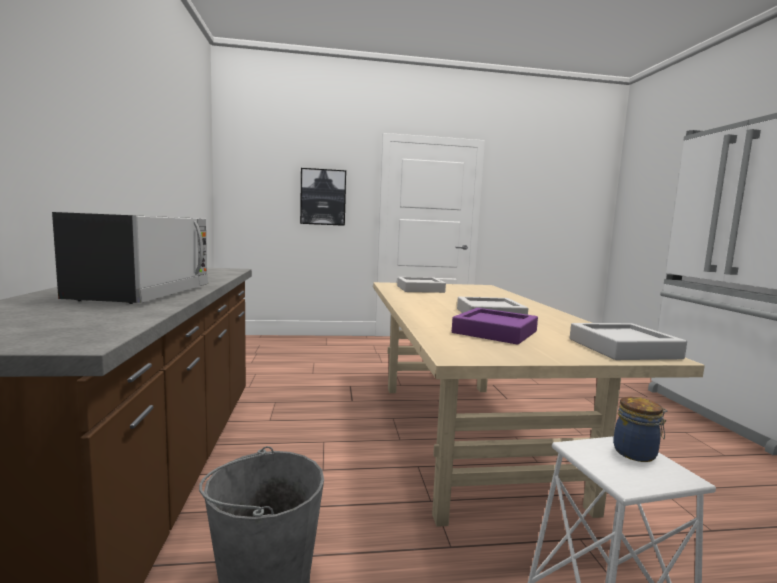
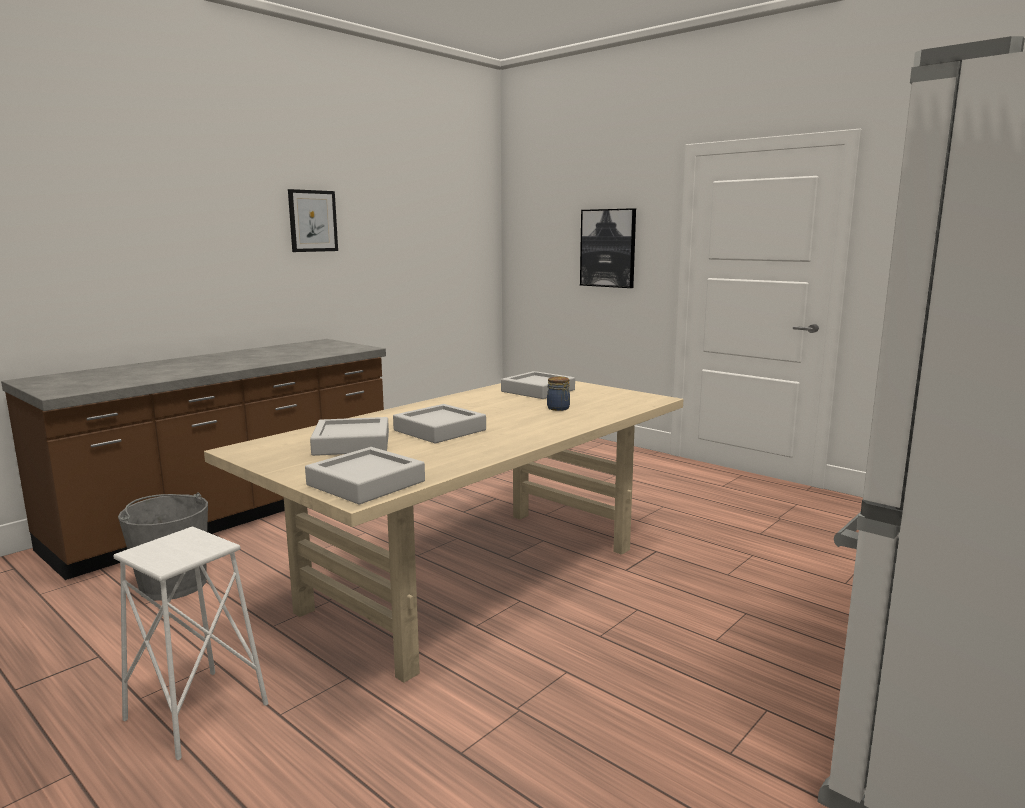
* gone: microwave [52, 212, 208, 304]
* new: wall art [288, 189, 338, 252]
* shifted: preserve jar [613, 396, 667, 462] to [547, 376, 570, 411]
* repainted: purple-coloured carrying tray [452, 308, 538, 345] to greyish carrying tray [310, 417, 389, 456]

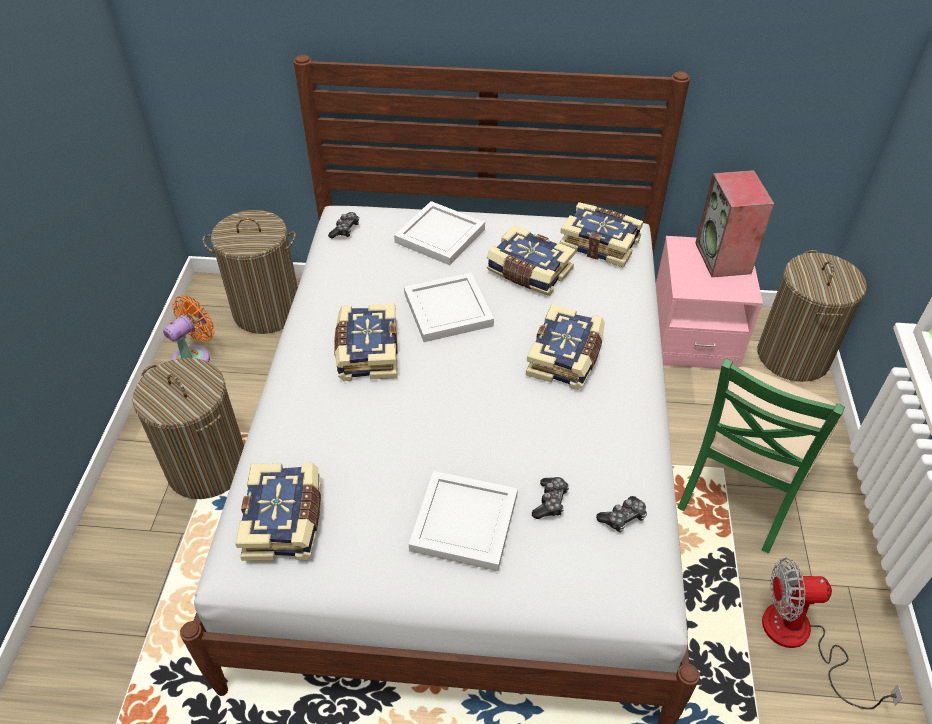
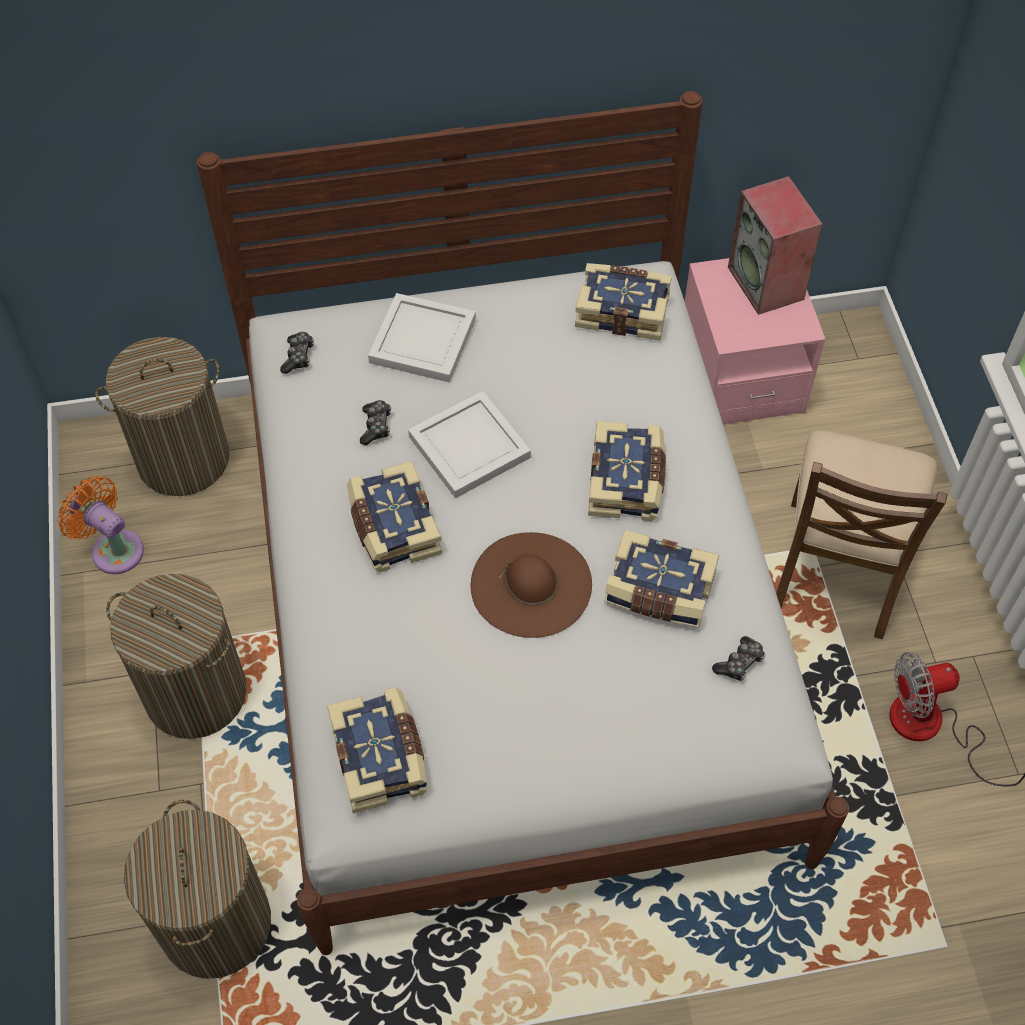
* gone: white-coloured carrying tray [409, 471, 518, 571]
* new: brownish clothing hat [471, 532, 592, 638]
* shifted: book [487, 225, 576, 296] to [604, 530, 719, 627]
* shifted: game controller [532, 477, 569, 519] to [360, 400, 391, 445]
* shifted: washing basket [757, 250, 867, 382] to [124, 800, 271, 979]
* repainted: green-coloured plain chair [678, 358, 845, 554] to brownish plain chair [776, 430, 948, 639]
* rotated: orange fan [163, 295, 215, 362] = [57, 476, 144, 574] 75 degrees counterclockwise

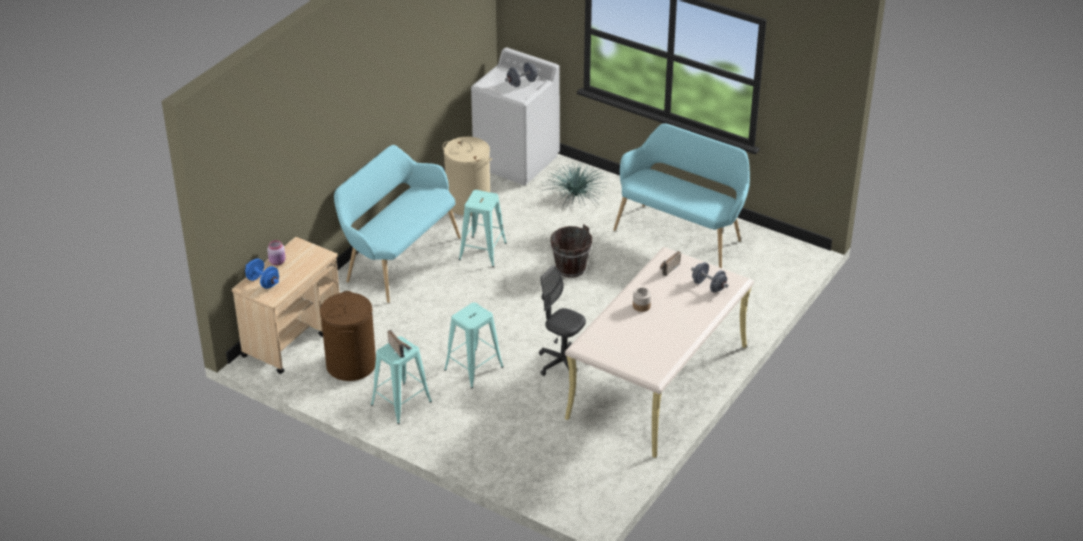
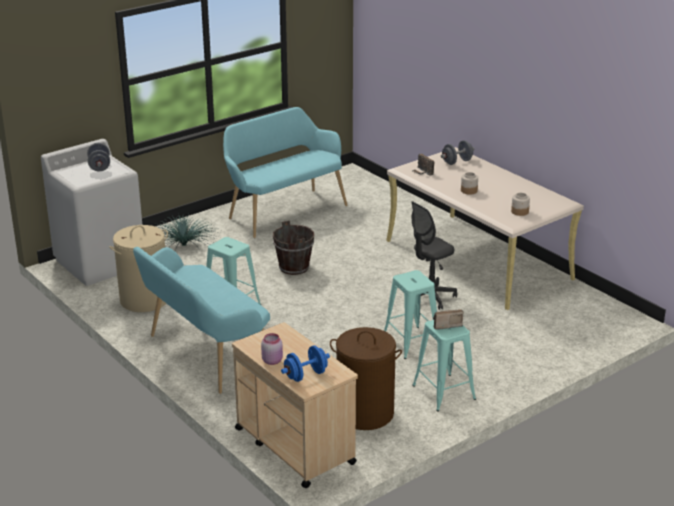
* new: preserve jar [511, 193, 530, 216]

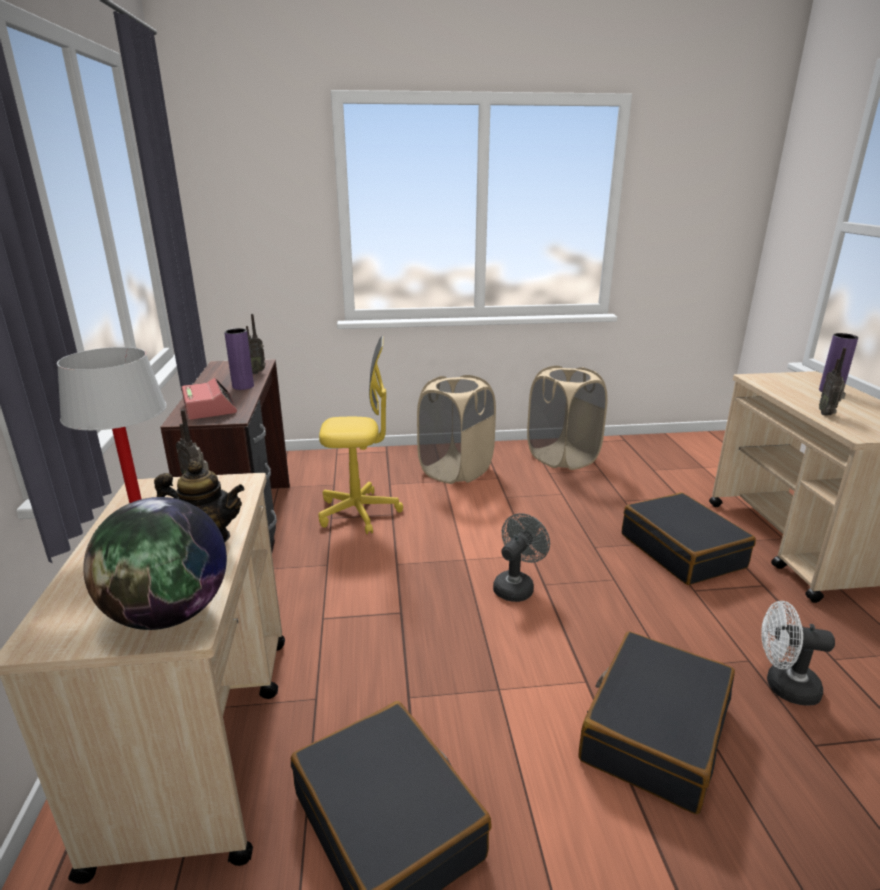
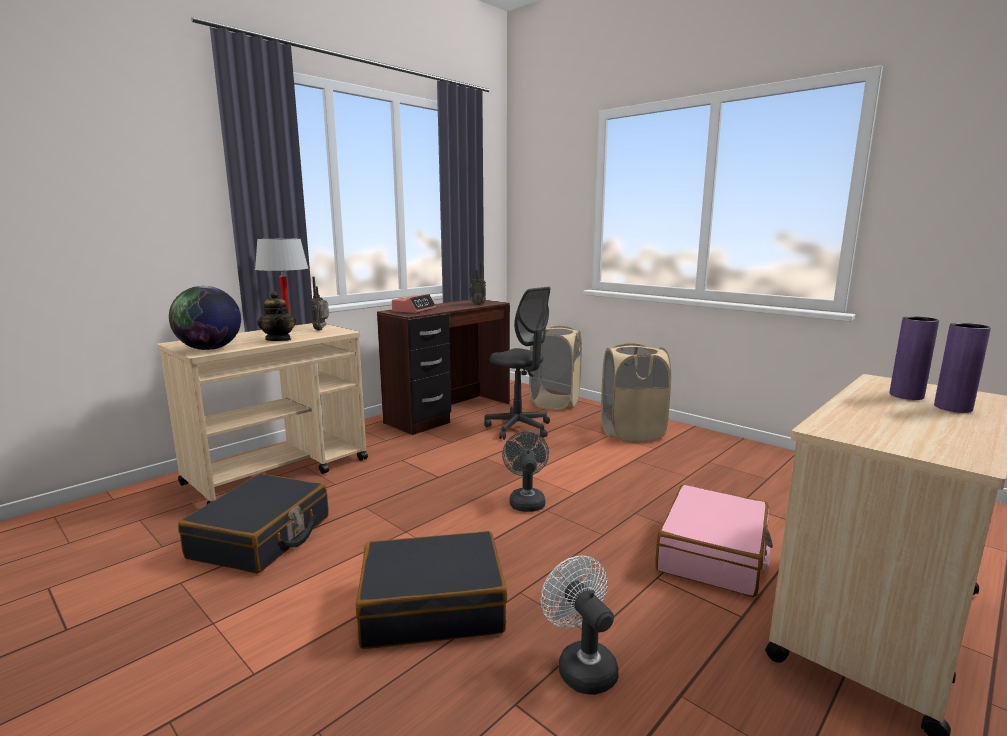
* gone: radio [819, 348, 846, 416]
* shifted: purple-coloured decorative vase [224, 328, 254, 390] to [889, 316, 939, 400]
* shifted: beige washing basket [527, 366, 608, 470] to [529, 326, 582, 410]
* repainted: yellowish office chair [318, 336, 403, 534] to greyish office chair [484, 287, 550, 440]
* repainted: black-coloured piece of luggage [622, 492, 756, 585] to pinkish piece of luggage [655, 485, 772, 597]
* rotated: greyish fan [493, 513, 550, 602] = [502, 431, 549, 512] 90 degrees counterclockwise

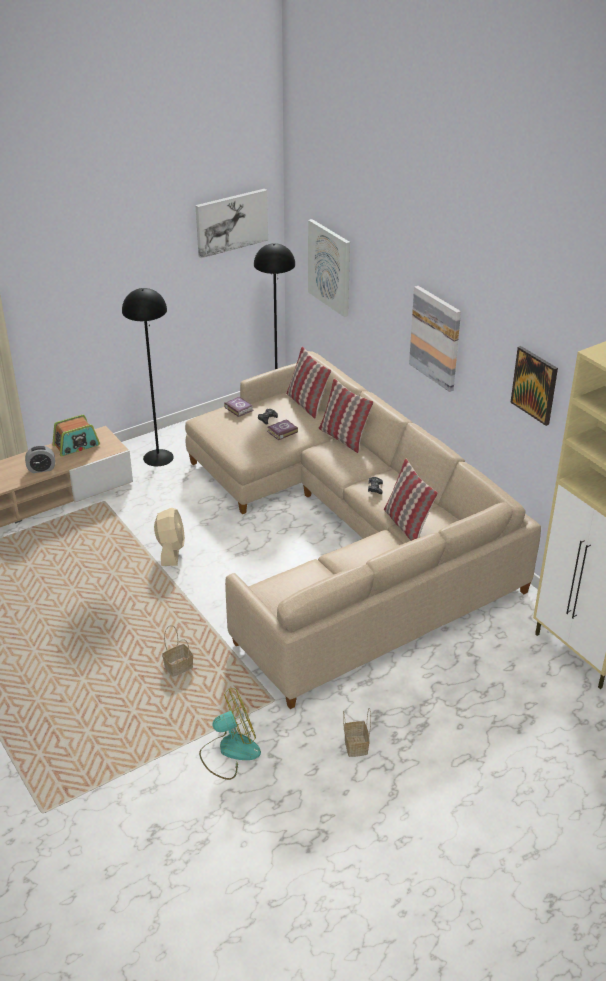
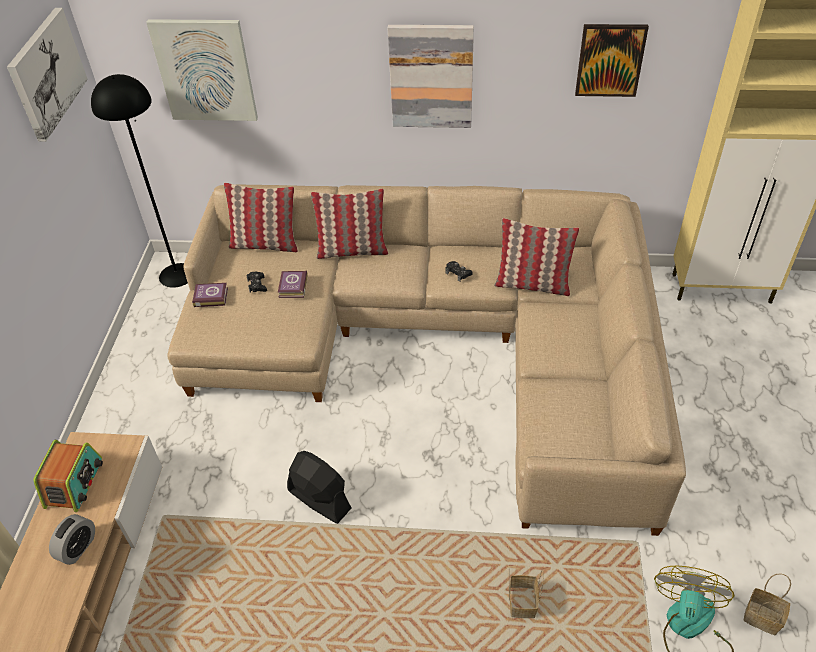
* gone: black-coloured floor lamp [122, 288, 174, 466]
* shifted: household basket [343, 708, 371, 757] to [744, 573, 791, 635]
* repainted: beige fan [154, 508, 185, 566] to black-coloured fan [287, 451, 352, 524]

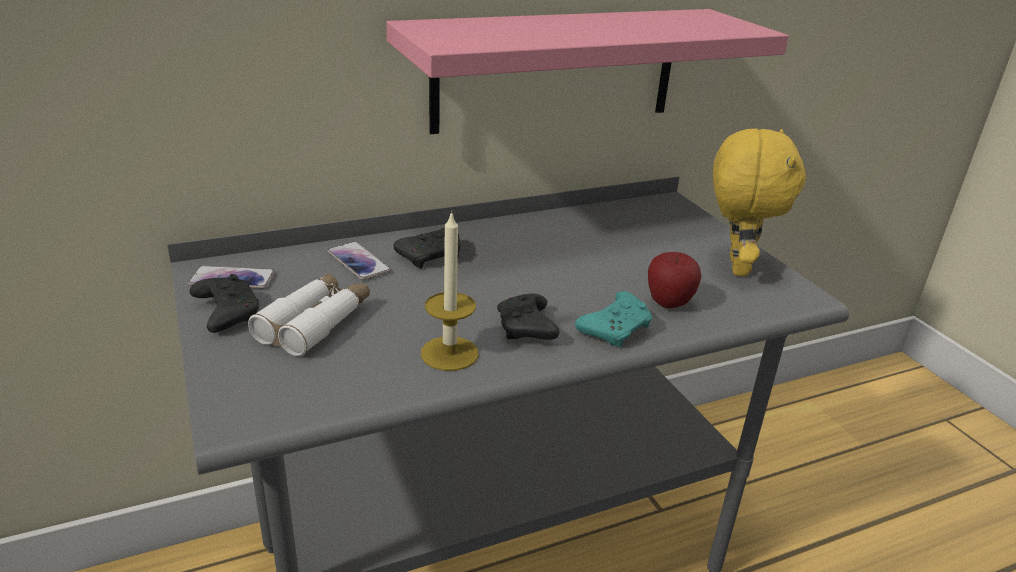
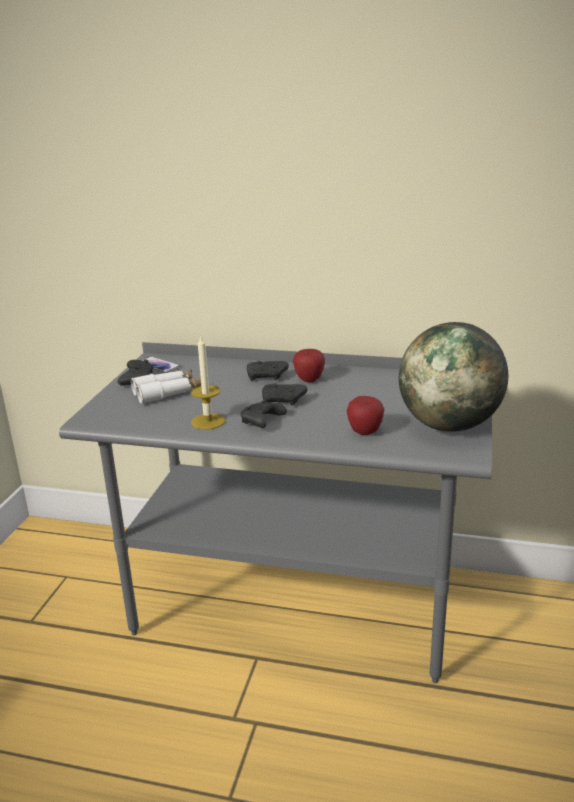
* gone: handset [327, 242, 391, 280]
* gone: pinkish bracket shelf [386, 9, 789, 134]
* gone: turquoise-coloured game controller [575, 291, 652, 347]
* new: black-coloured game controller [262, 383, 307, 406]
* new: apple [293, 349, 325, 382]
* swapped: yellowish cuddly toy [713, 129, 806, 276] to globe [399, 322, 508, 432]

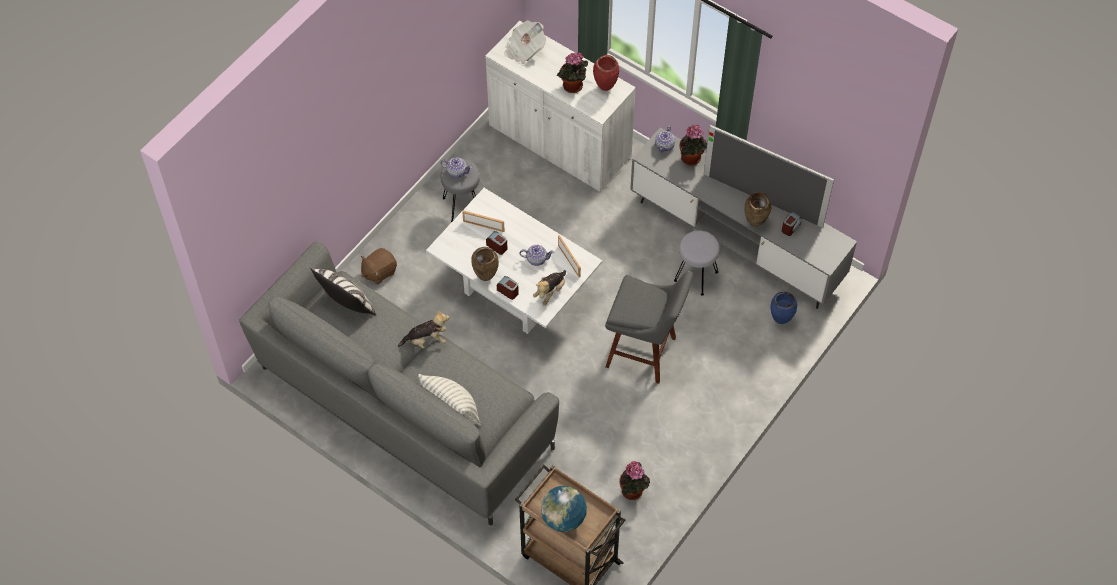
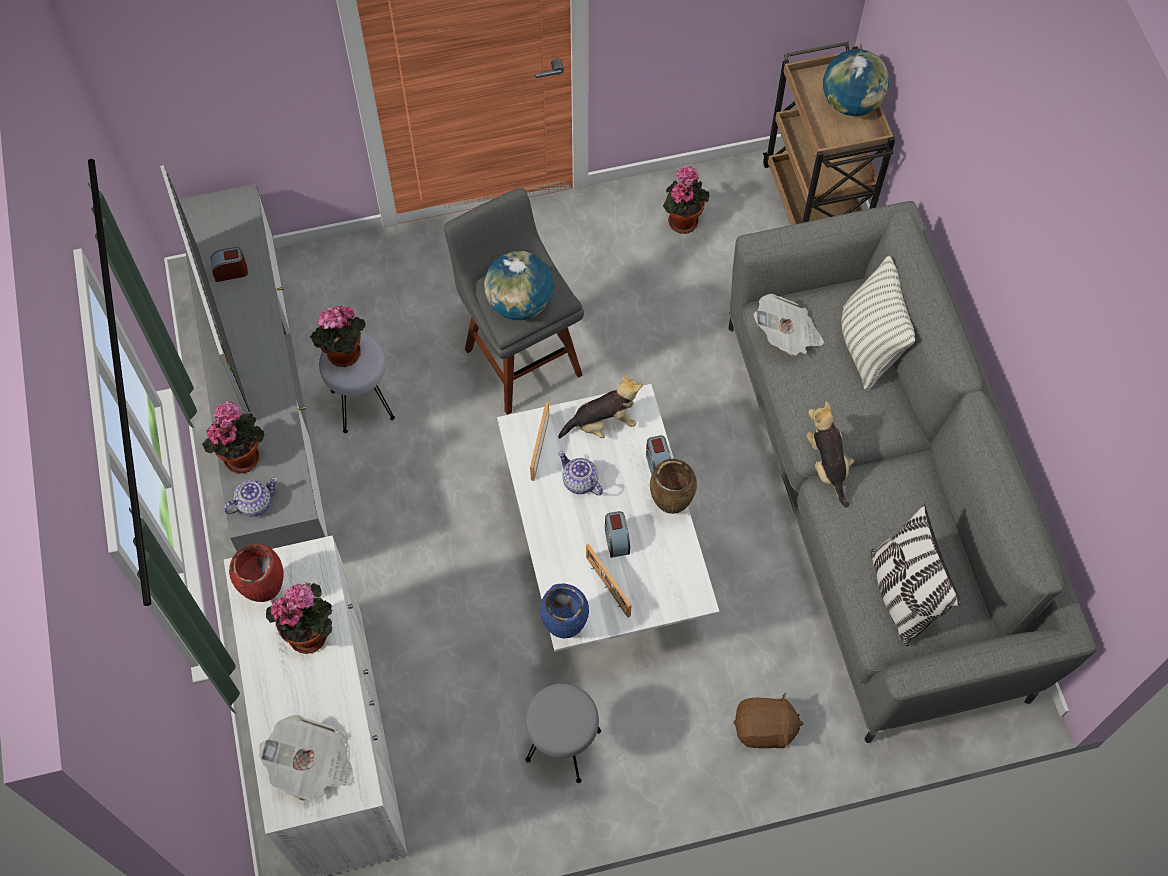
* gone: pot for tea [441, 157, 472, 178]
* gone: brownish decorative vase [744, 192, 772, 227]
* new: houseplant [309, 305, 366, 367]
* new: globe [484, 251, 553, 320]
* new: newspaper [753, 294, 824, 356]
* shifted: bluish decorative vase [770, 292, 797, 324] to [540, 584, 589, 638]
* rotated: cuddly toy [398, 309, 450, 349] = [807, 401, 854, 508] 45 degrees clockwise

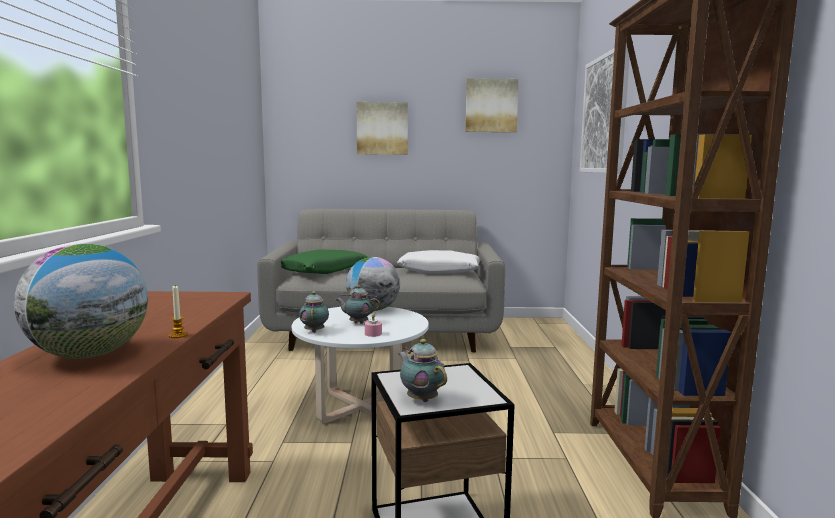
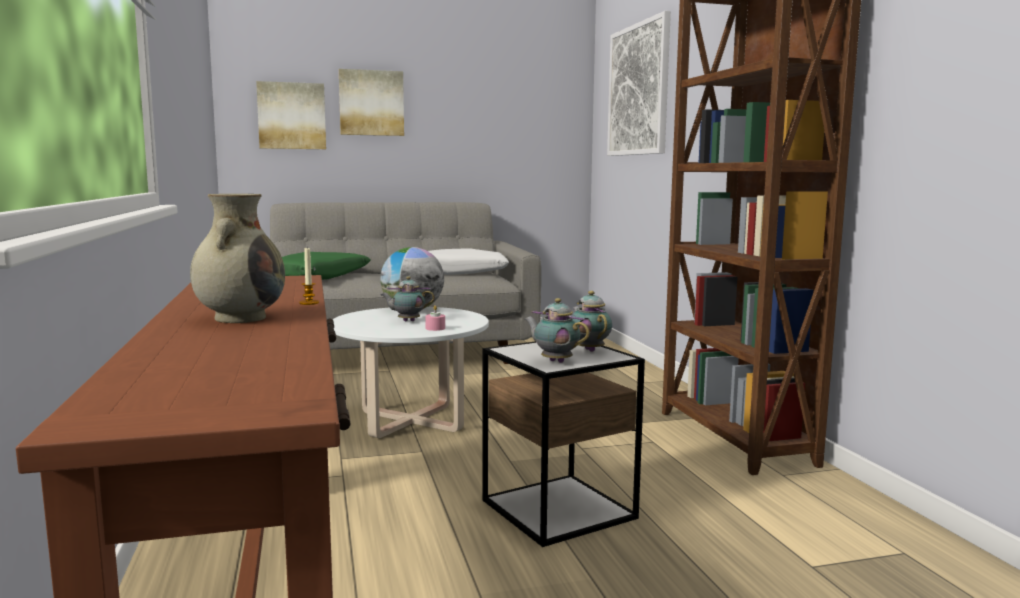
* shifted: pot for tea [299, 291, 329, 333] to [571, 291, 612, 352]
* shifted: wall art [465, 78, 519, 132] to [256, 81, 326, 149]
* swapped: globe [14, 244, 148, 359] to beige decorative vase [190, 194, 285, 323]

